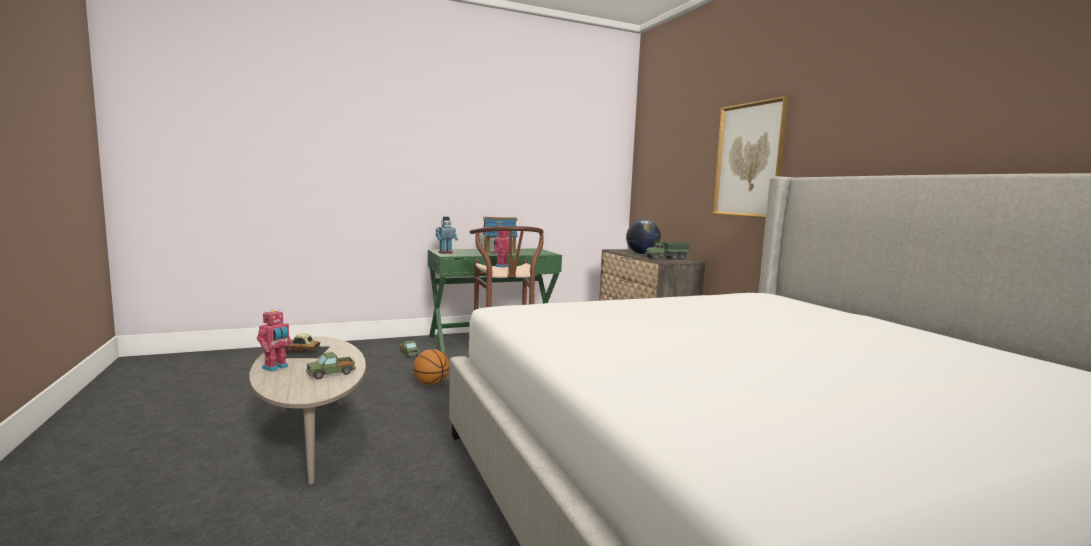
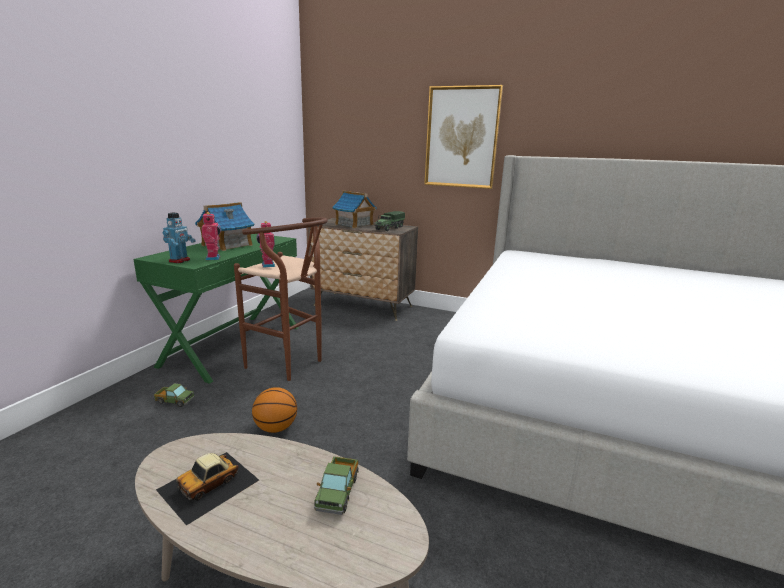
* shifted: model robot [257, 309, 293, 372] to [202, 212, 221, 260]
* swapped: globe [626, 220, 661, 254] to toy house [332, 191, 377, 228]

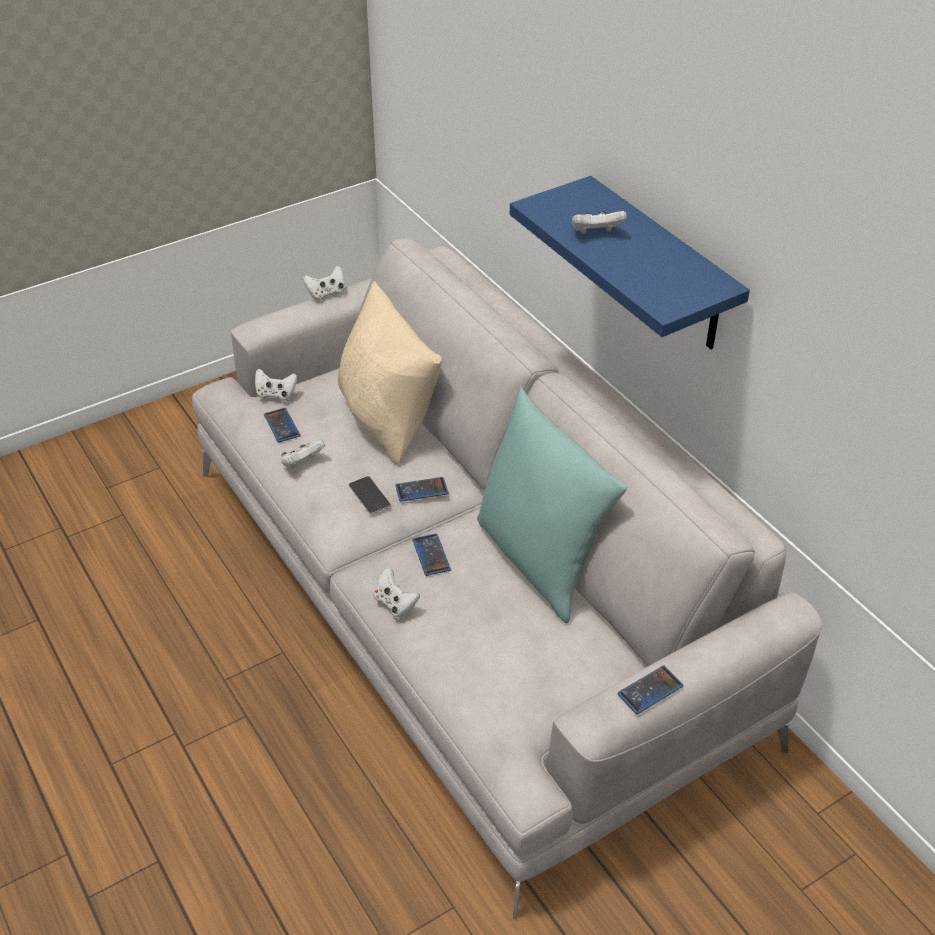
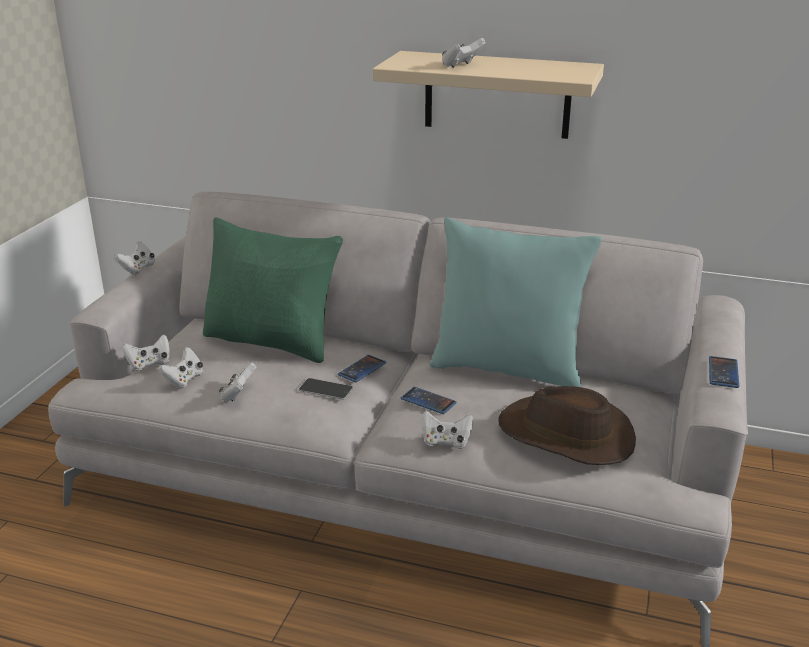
* new: brownish clothing hat [499, 386, 636, 465]
* swapped: handset [264, 408, 300, 442] to white-coloured game controller [158, 347, 203, 388]
* repainted: beige throw pillow [338, 281, 442, 464] to green-coloured throw pillow [203, 218, 343, 363]
* repainted: bluish bracket shelf [510, 176, 750, 349] to beige bracket shelf [372, 51, 604, 139]

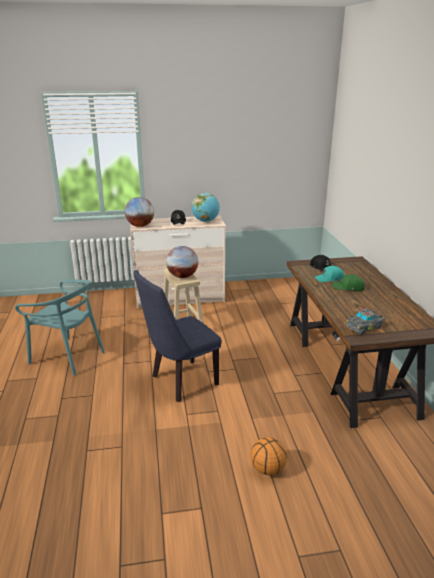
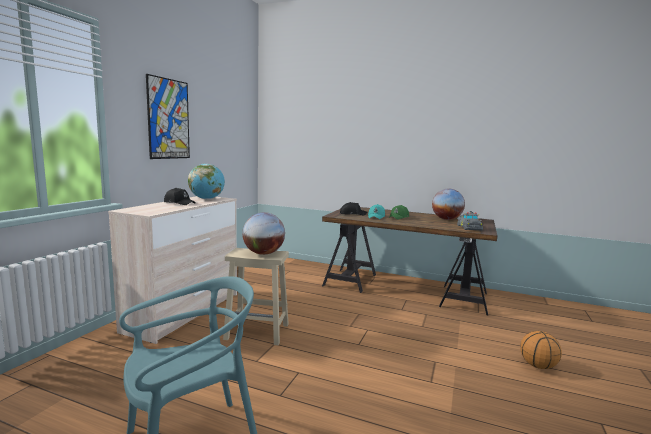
* gone: bluish plain chair [134, 270, 222, 402]
* new: wall art [146, 74, 190, 159]
* shifted: globe [124, 197, 154, 227] to [432, 189, 465, 220]

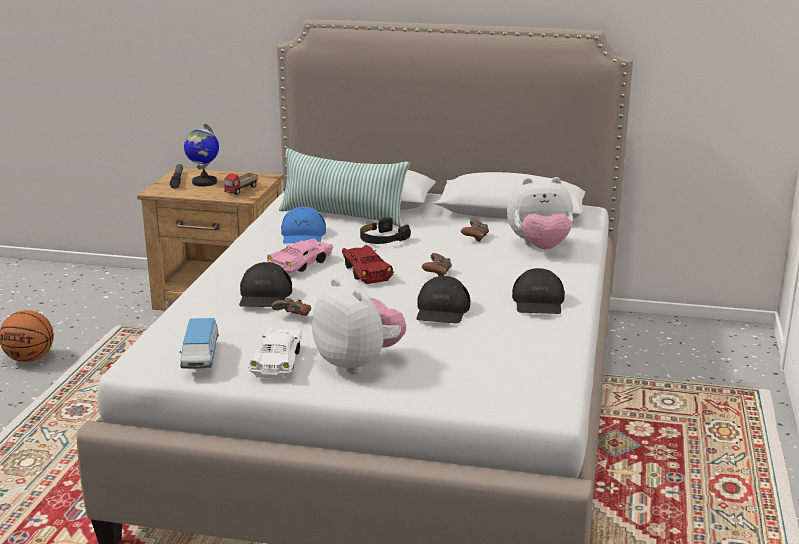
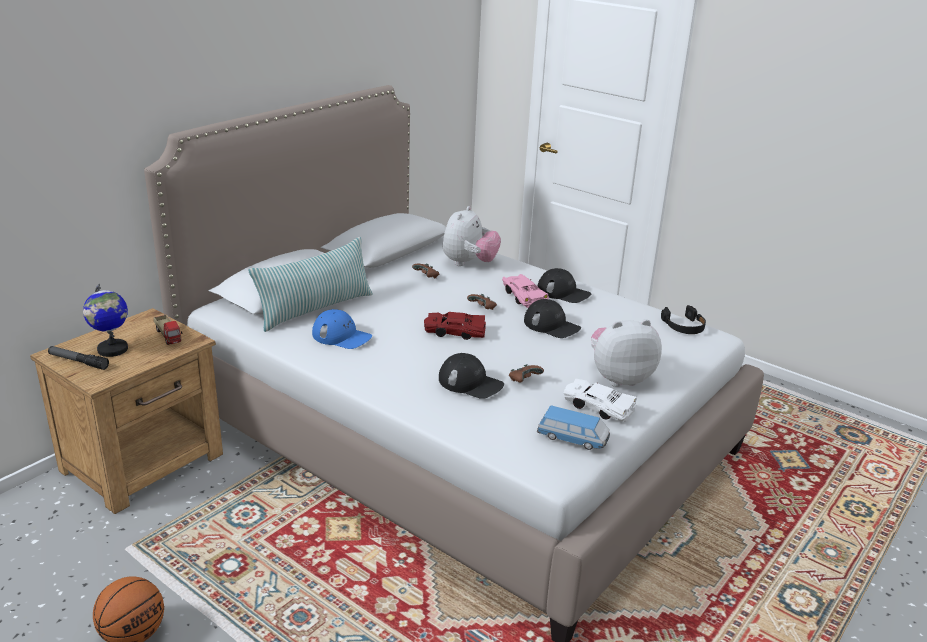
* shifted: pinkish miniature car [267, 239, 333, 274] to [502, 274, 549, 308]
* shifted: black-coloured headset [360, 217, 411, 244] to [661, 305, 706, 334]

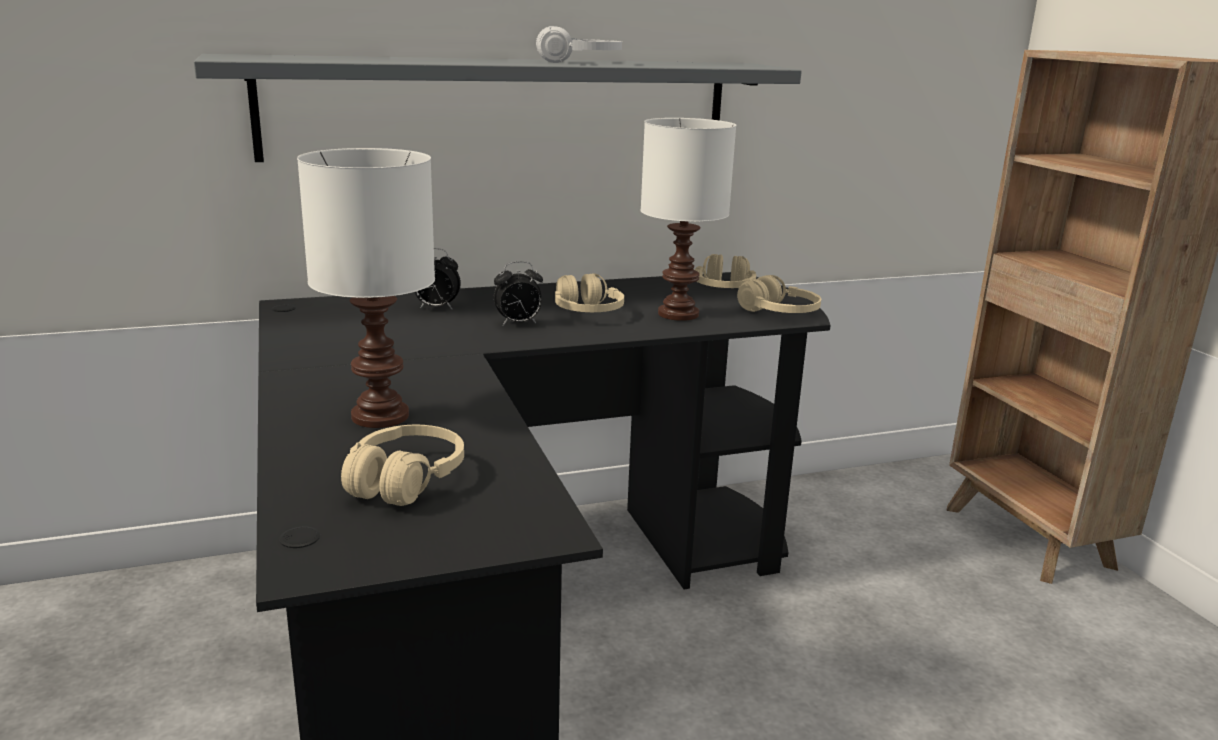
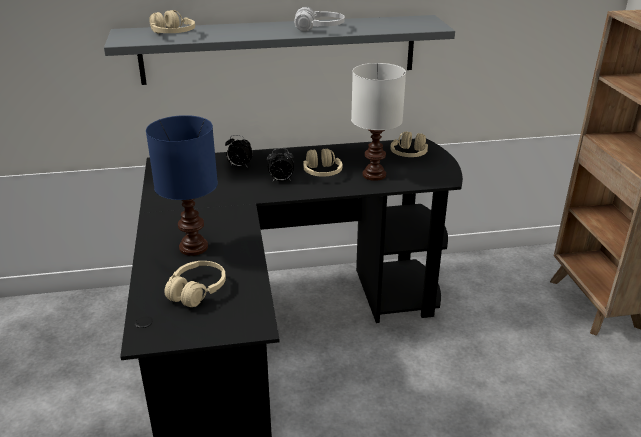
* shifted: beige headset [737, 275, 821, 313] to [149, 10, 195, 33]
* repainted: white-coloured tabletop lamp [297, 148, 435, 428] to bluish tabletop lamp [146, 115, 218, 256]

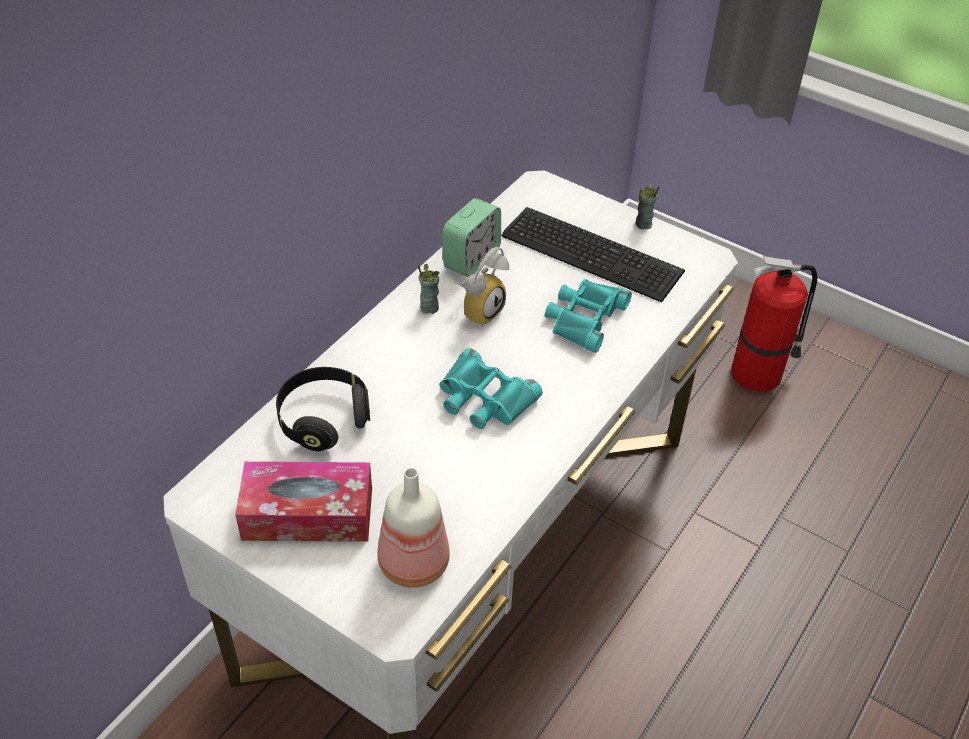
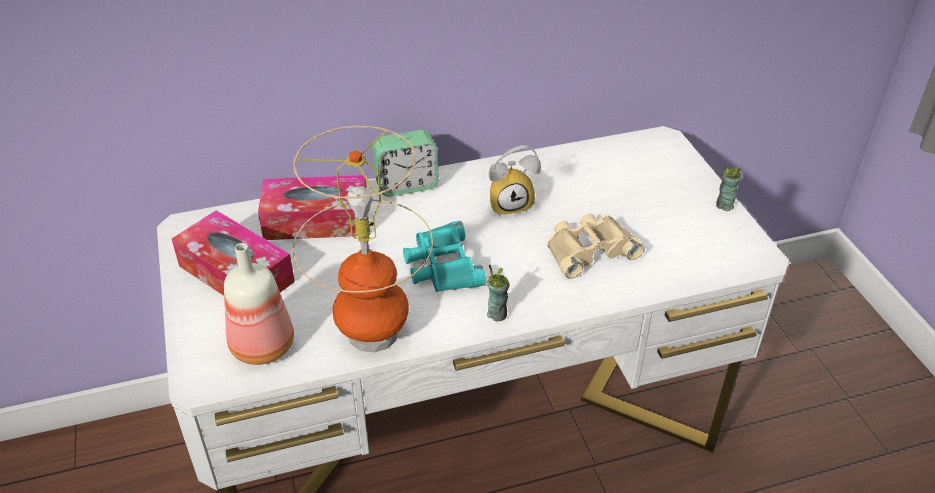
* gone: PC keyboard [501, 207, 685, 303]
* gone: fire-fighting cylinder [731, 256, 817, 392]
* new: tabletop lamp [293, 126, 433, 353]
* shifted: cup [418, 264, 439, 314] to [487, 264, 510, 321]
* shifted: alarm clock [442, 198, 501, 277] to [372, 130, 439, 197]
* swapped: black-coloured headset [276, 367, 370, 451] to tissue holder [258, 175, 367, 240]
* repainted: turquoise-coloured field glasses [545, 279, 632, 353] to beige field glasses [547, 213, 645, 279]

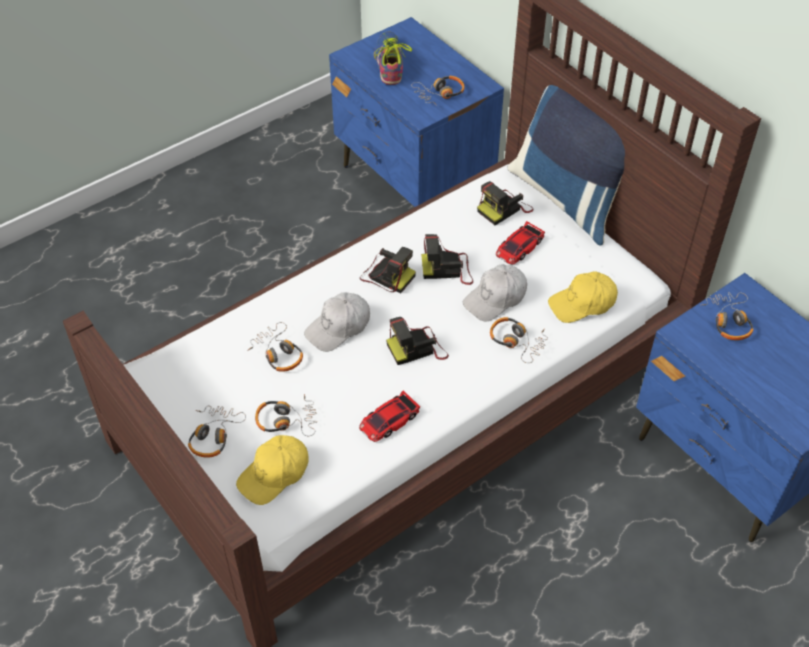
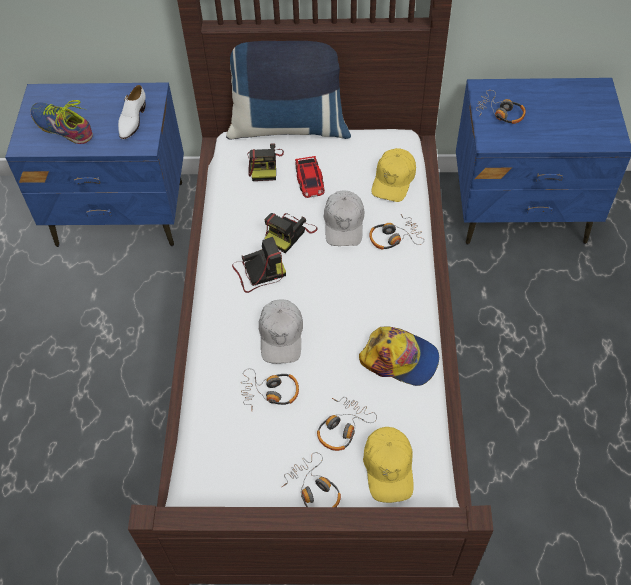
* gone: photo camera [386, 317, 449, 365]
* swapped: miniature car [359, 390, 420, 442] to cap [359, 327, 439, 386]
* swapped: headset [411, 76, 465, 106] to white-coloured low shoe [118, 85, 146, 139]

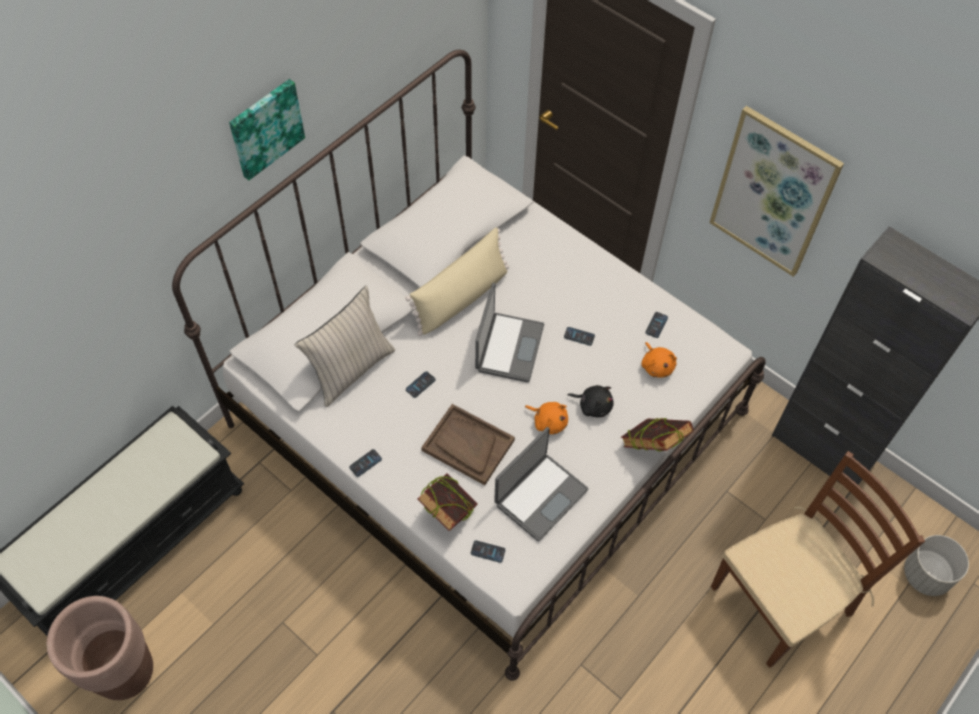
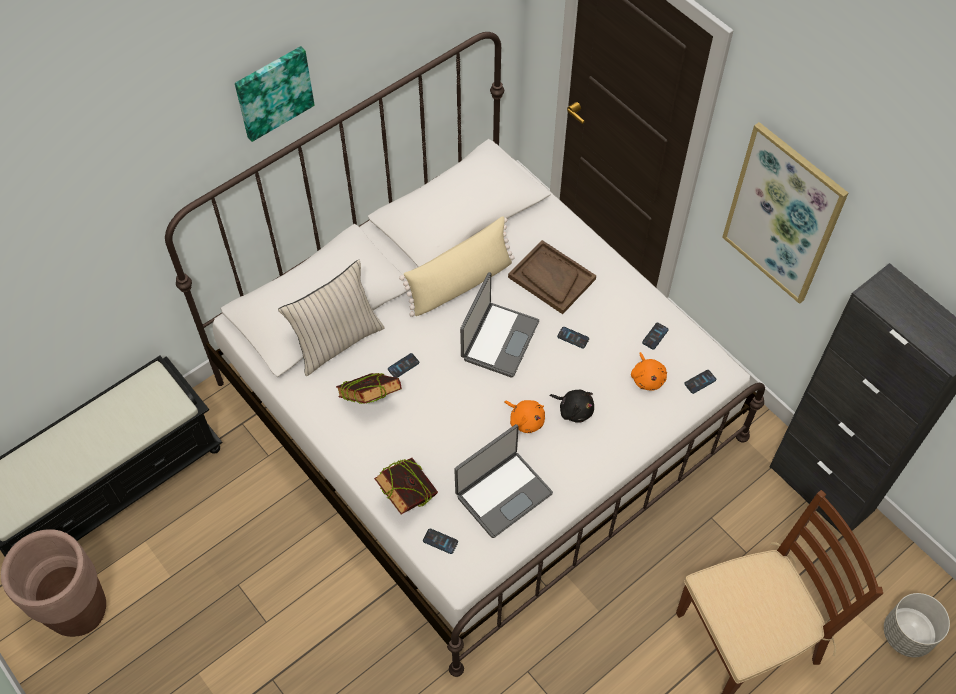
* shifted: handset [349, 449, 382, 477] to [684, 370, 716, 394]
* shifted: brownish carrying tray [421, 404, 515, 485] to [508, 240, 596, 314]
* shifted: book [621, 418, 693, 451] to [336, 373, 402, 404]

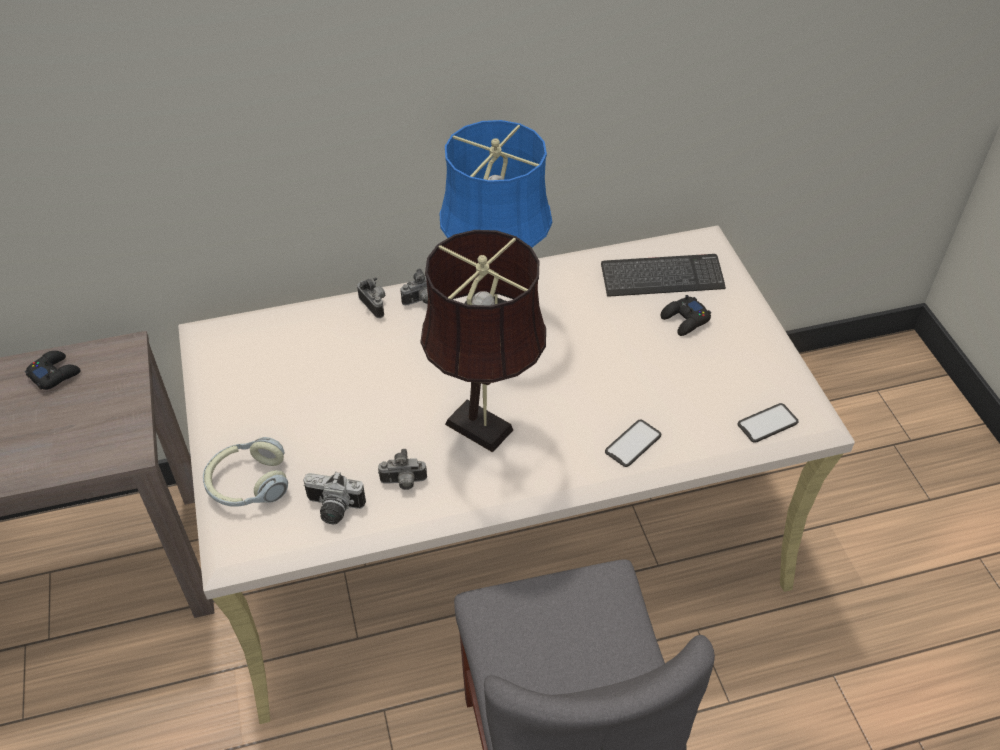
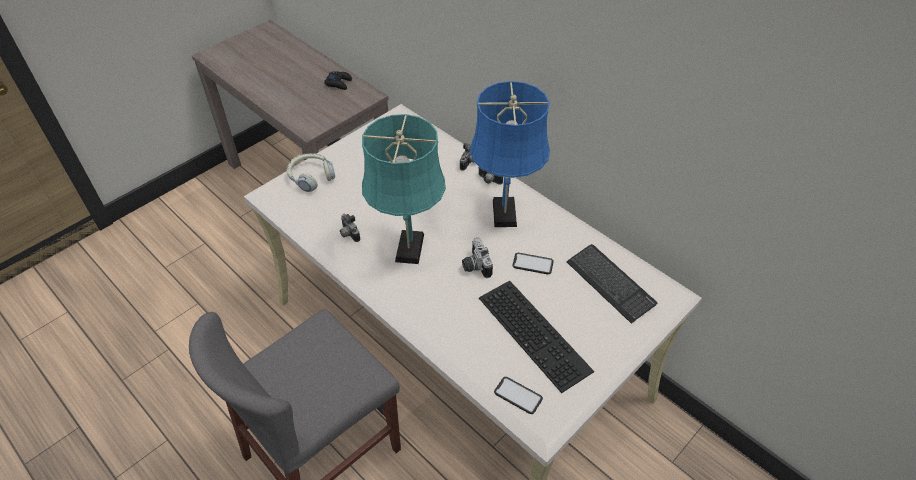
* gone: black-coloured game controller [661, 295, 711, 336]
* new: PC keyboard [479, 281, 594, 393]
* shifted: photo camera [303, 472, 366, 524] to [462, 238, 493, 278]
* shifted: handset [605, 419, 661, 467] to [512, 253, 554, 274]
* repainted: brownish tabletop lamp [420, 230, 546, 453] to turquoise-coloured tabletop lamp [362, 114, 446, 264]

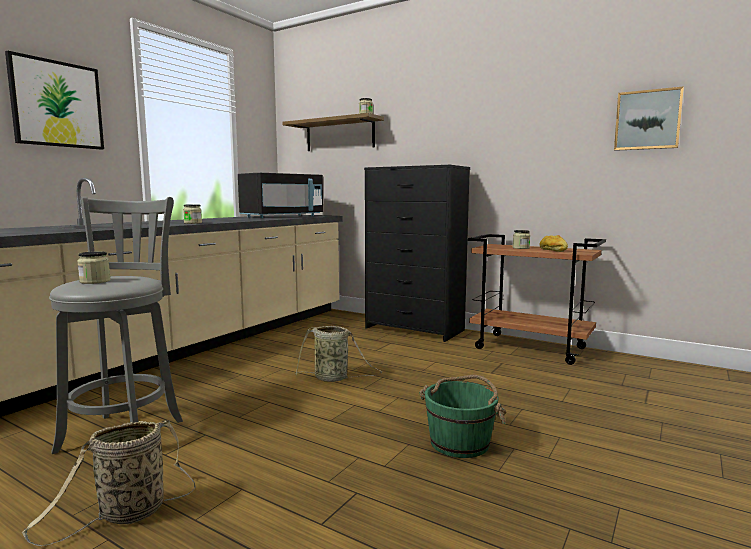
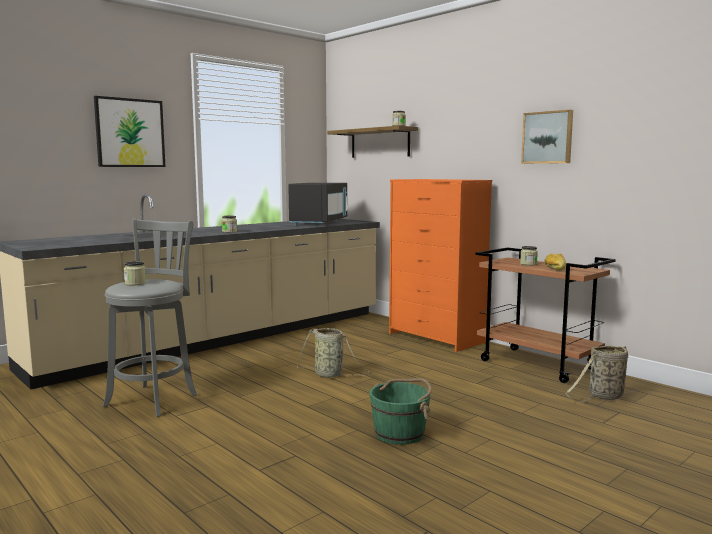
* shifted: household basket [22, 420, 196, 546] to [566, 346, 635, 402]
* shifted: wall art [614, 86, 684, 151] to [521, 110, 573, 164]
* repainted: black-coloured dresser [364, 165, 470, 342] to orange dresser [389, 179, 492, 352]
* rotated: black-coloured microwave [238, 173, 323, 218] = [288, 183, 347, 226] 45 degrees counterclockwise

